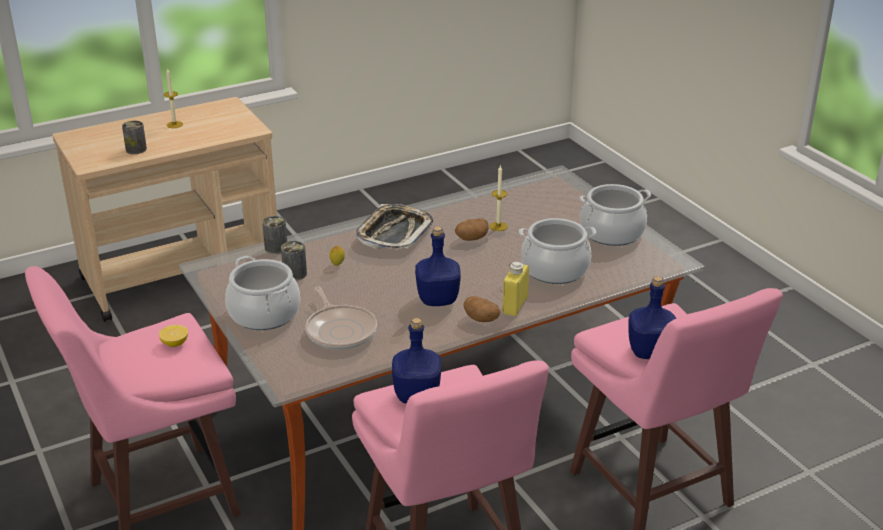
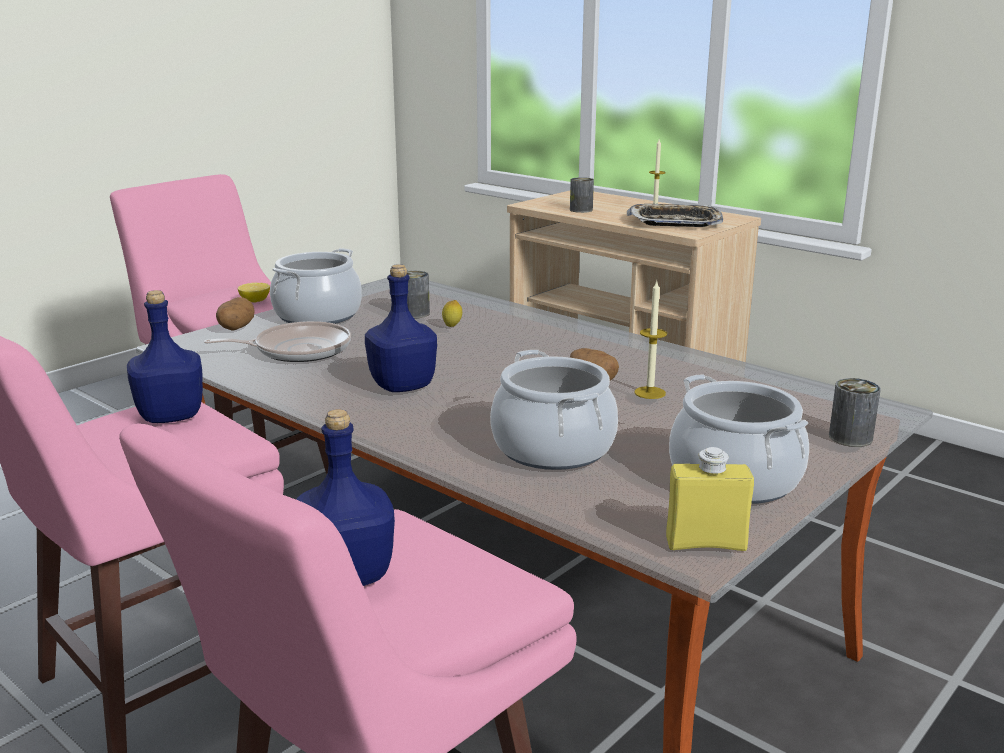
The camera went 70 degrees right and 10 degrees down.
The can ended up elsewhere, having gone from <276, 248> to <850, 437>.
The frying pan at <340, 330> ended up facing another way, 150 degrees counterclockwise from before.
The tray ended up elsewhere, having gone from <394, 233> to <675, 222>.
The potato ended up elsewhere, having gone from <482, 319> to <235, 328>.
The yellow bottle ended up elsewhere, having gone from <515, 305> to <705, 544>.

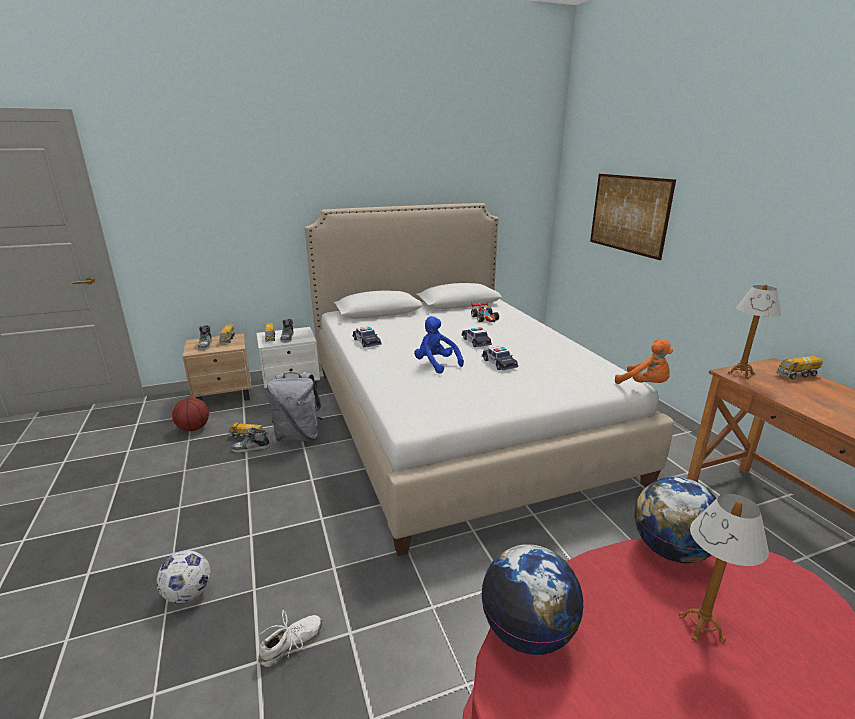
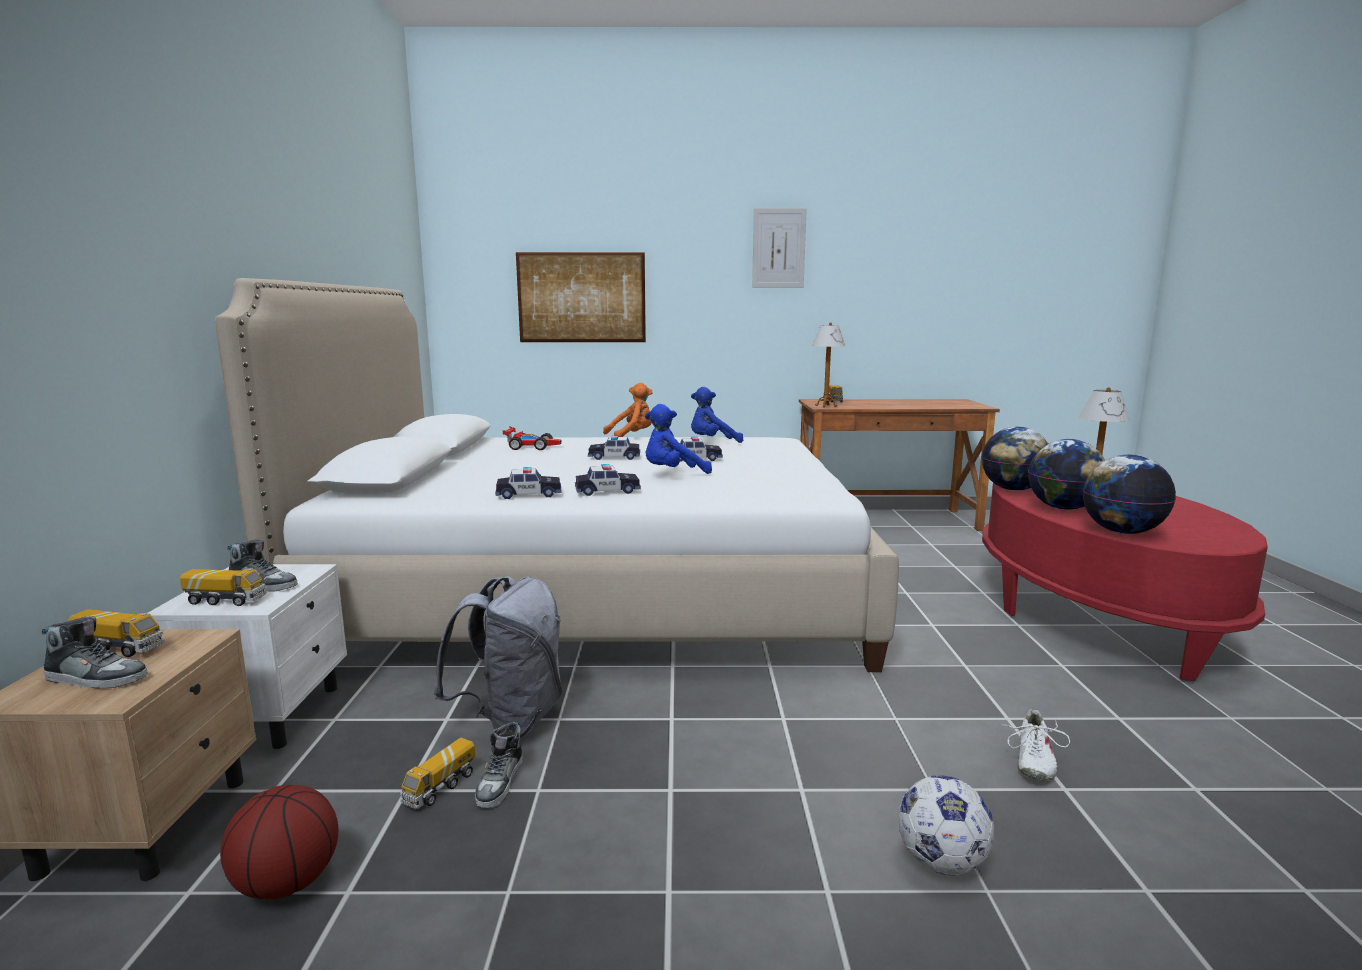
The camera went 70 degrees left and 10 degrees down.
The white shoe at <291, 644> ended up facing another way, 135 degrees counterclockwise from before.
The orange plush toy ended up elsewhere, having gone from <645, 385> to <632, 436>.
The second view gained the toy car at <607, 491>.
The second view gained the blue plush toy at <712, 442>.
The second view gained the picture at <778, 248>.
The second view gained the globe at <1063, 508>.

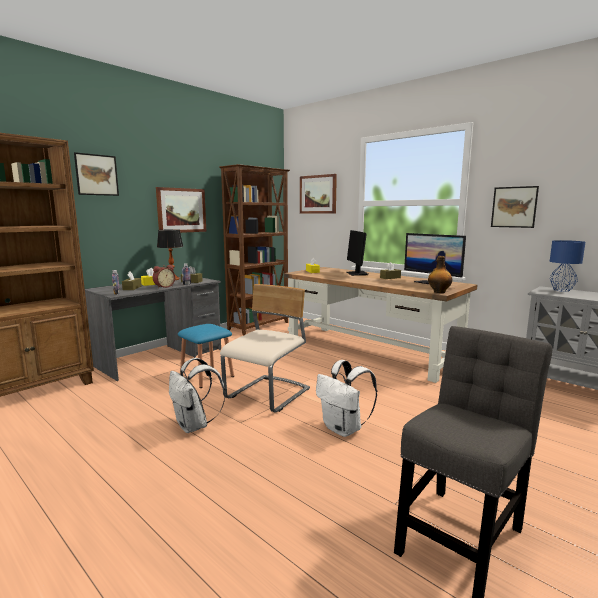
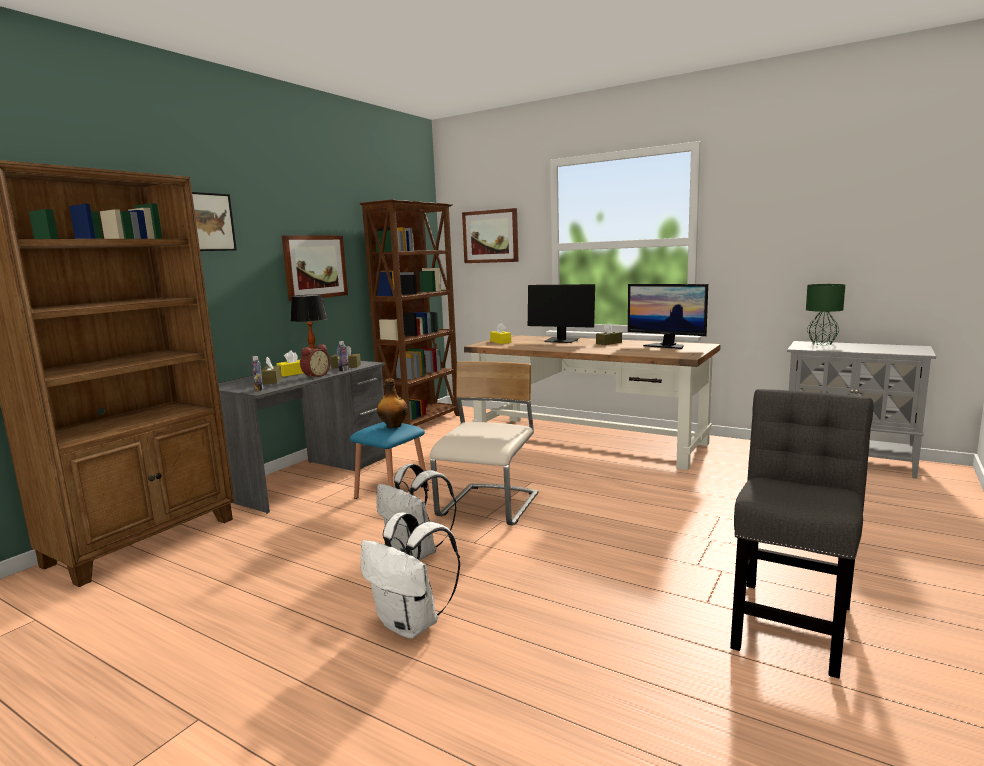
The camera went 10 degrees left and 0 degrees up.
The white backpack ended up elsewhere, having gone from <344, 429> to <412, 624>.
The monitor at <357, 273> ended up facing another way, 45 degrees counterclockwise from before.
The bottle ended up elsewhere, having gone from <439, 292> to <393, 426>.
The second view lost the picture at <514, 207>.
What was the blue table lamp at <562, 290> turned into the green table lamp at <822, 344>.

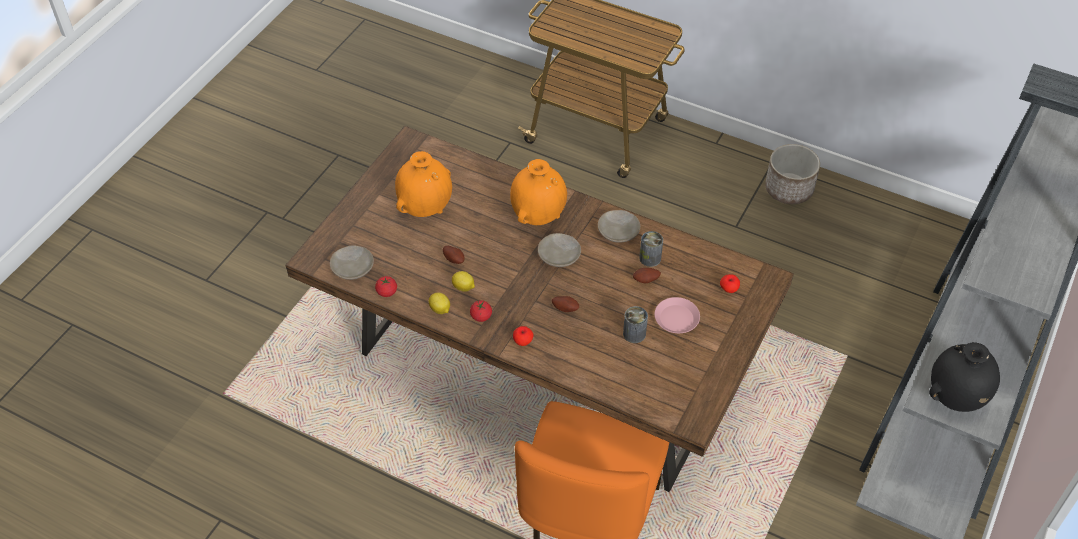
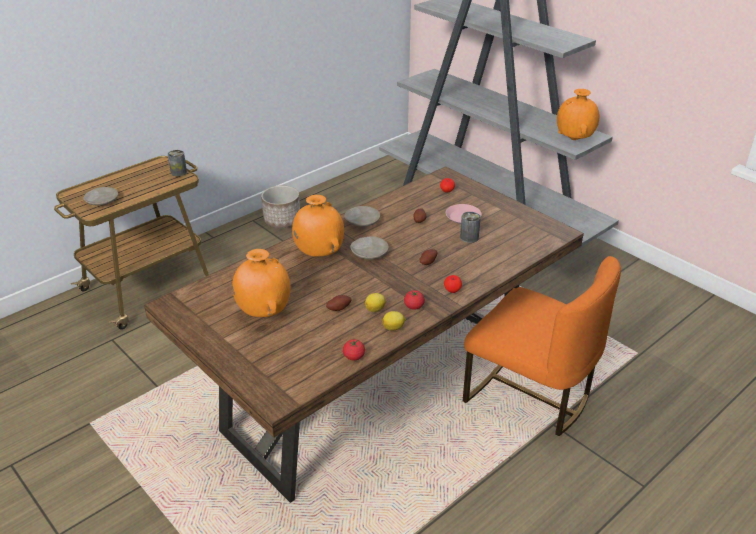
The camera went 70 degrees left and 15 degrees down.
The beige plate ended up elsewhere, having gone from <353, 267> to <102, 201>.
The can ended up elsewhere, having gone from <650, 258> to <178, 172>.
What was the black vase at <955, 398> turned into the orange vase at <574, 139>.

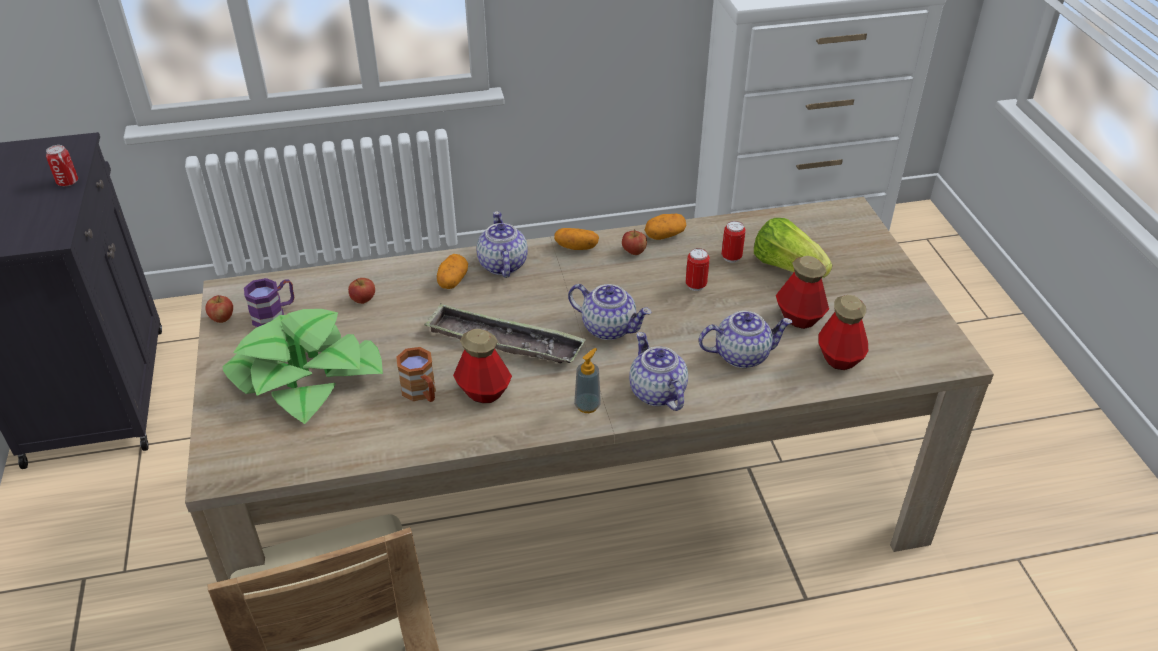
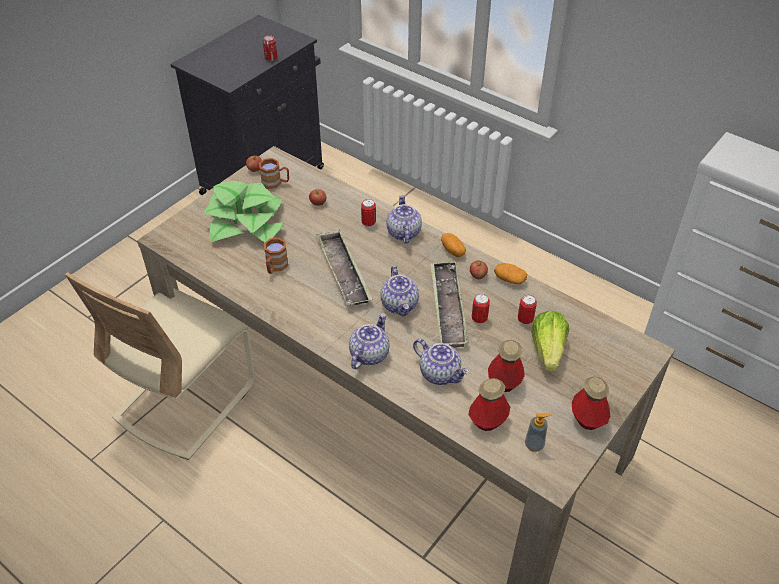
The camera went 50 degrees right and 5 degrees up.
What was the purple mug at <274, 314> turned into the brown mug at <275, 183>.
Where the potato stood at <452, 280>, the can came to stand at <368, 223>.
The bottle ended up elsewhere, having gone from <483, 391> to <588, 419>.
The teapot at <502, 264> ended up facing another way, 45 degrees counterclockwise from before.
The soap dispenser ended up elsewhere, having gone from <587, 405> to <534, 444>.
The second view gained the tray at <448, 308>.

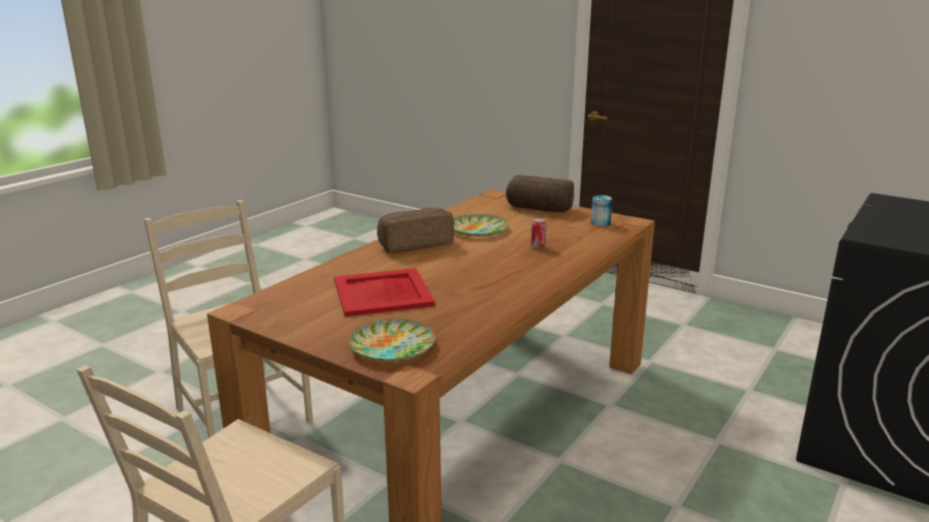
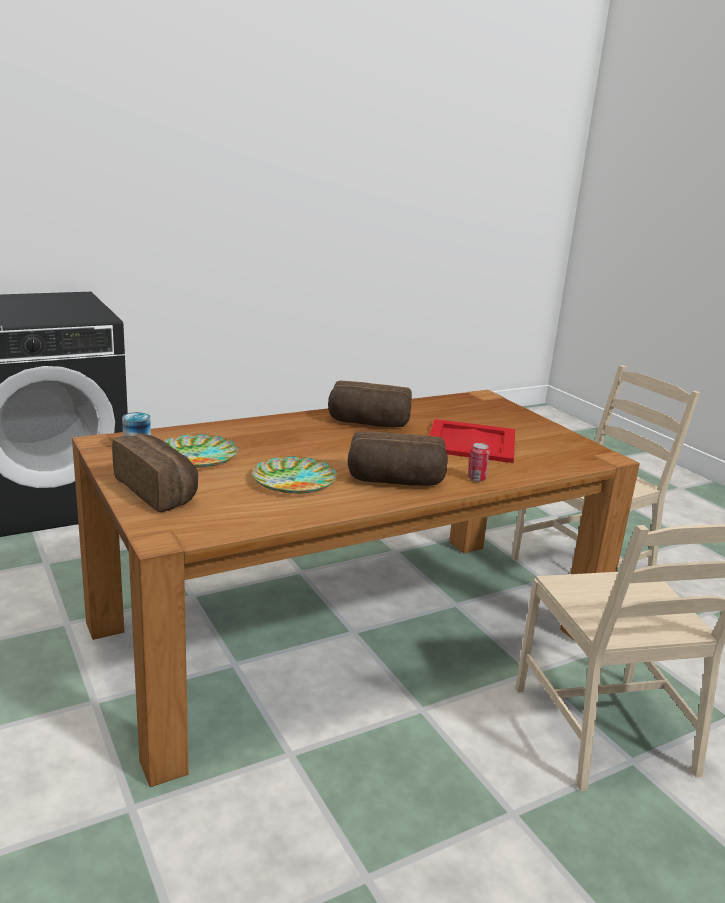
The camera went 155 degrees left and 0 degrees up.
The plate ended up elsewhere, having gone from <393, 346> to <197, 456>.
The can ended up elsewhere, having gone from <538, 246> to <476, 479>.
The second view gained the bread at <368, 423>.

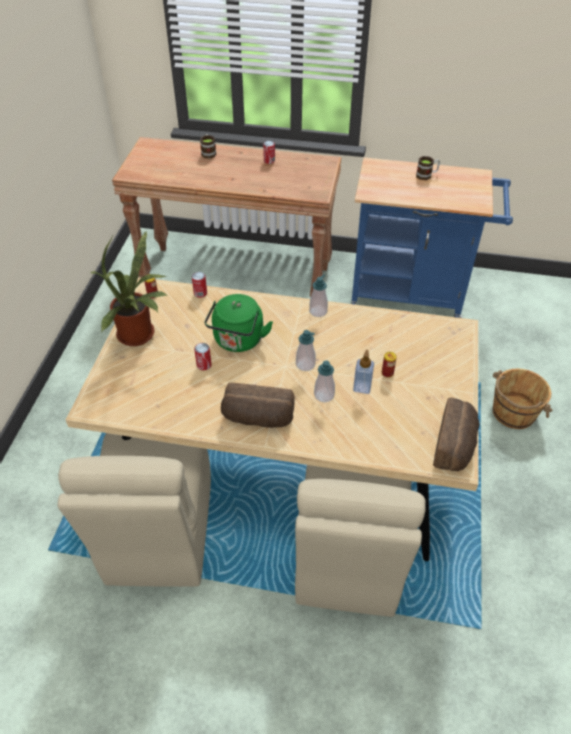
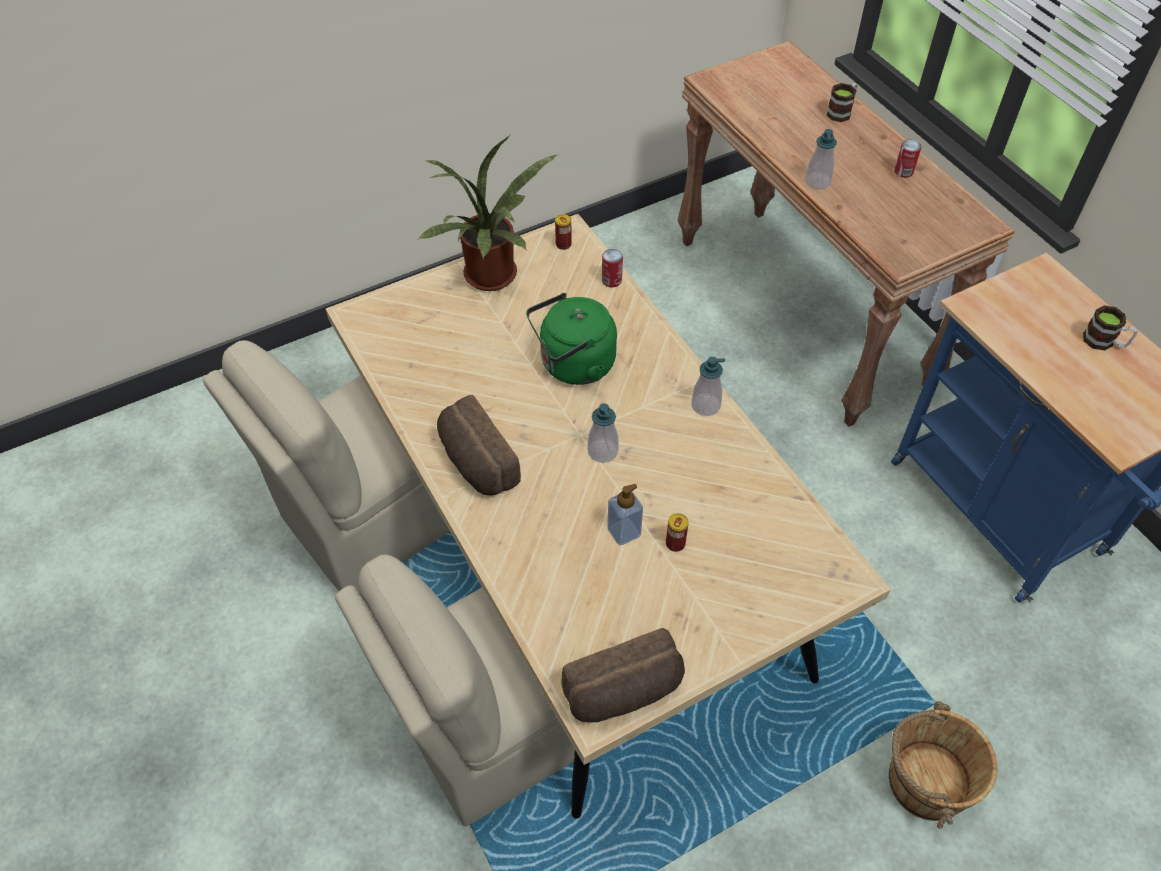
The camera went 50 degrees right and 5 degrees up.
The second view lost the can at <204, 365>.
The soap dispenser ended up elsewhere, having gone from <324, 395> to <817, 181>.

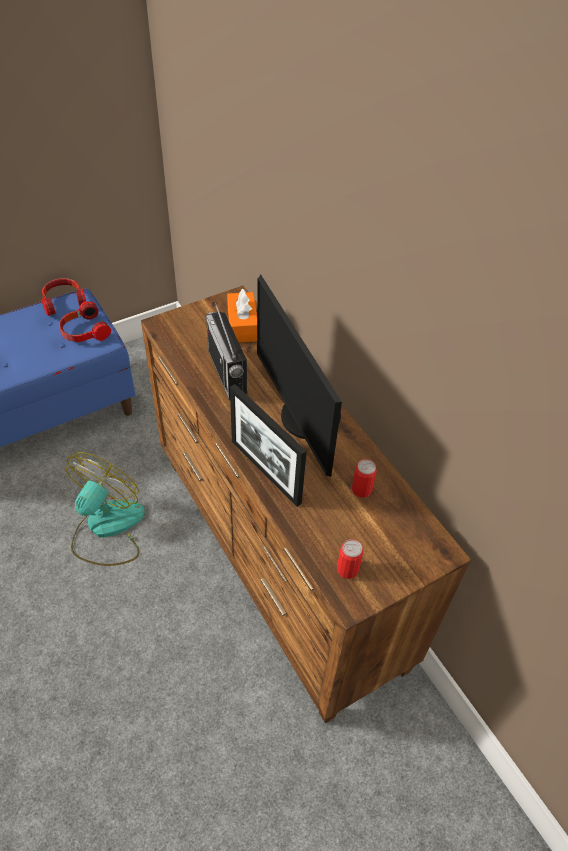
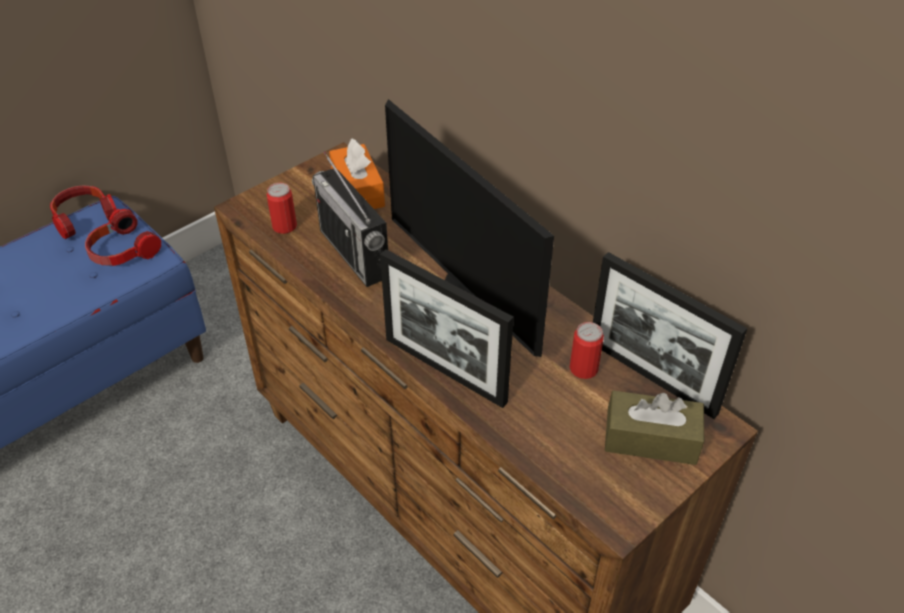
The camera went 10 degrees left and 5 degrees down.
The second view lost the fan at <107, 528>.
The can ended up elsewhere, having gone from <347, 569> to <284, 226>.
The second view gained the picture frame at <651, 377>.
The second view gained the brown tissue box at <650, 439>.

